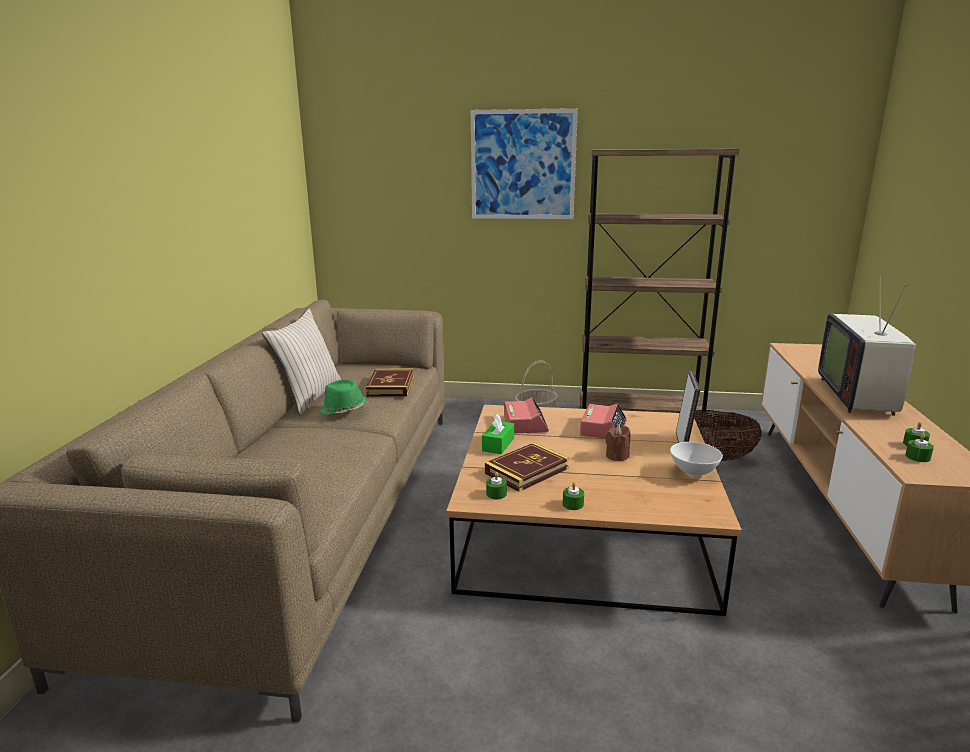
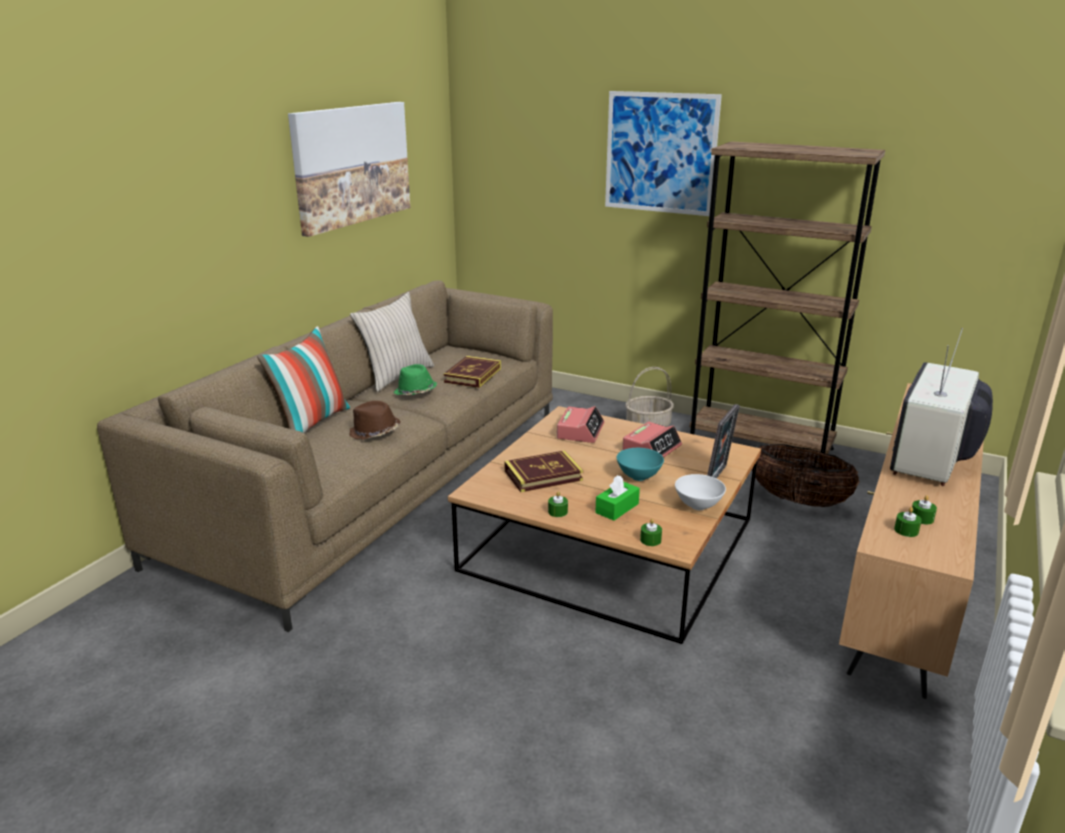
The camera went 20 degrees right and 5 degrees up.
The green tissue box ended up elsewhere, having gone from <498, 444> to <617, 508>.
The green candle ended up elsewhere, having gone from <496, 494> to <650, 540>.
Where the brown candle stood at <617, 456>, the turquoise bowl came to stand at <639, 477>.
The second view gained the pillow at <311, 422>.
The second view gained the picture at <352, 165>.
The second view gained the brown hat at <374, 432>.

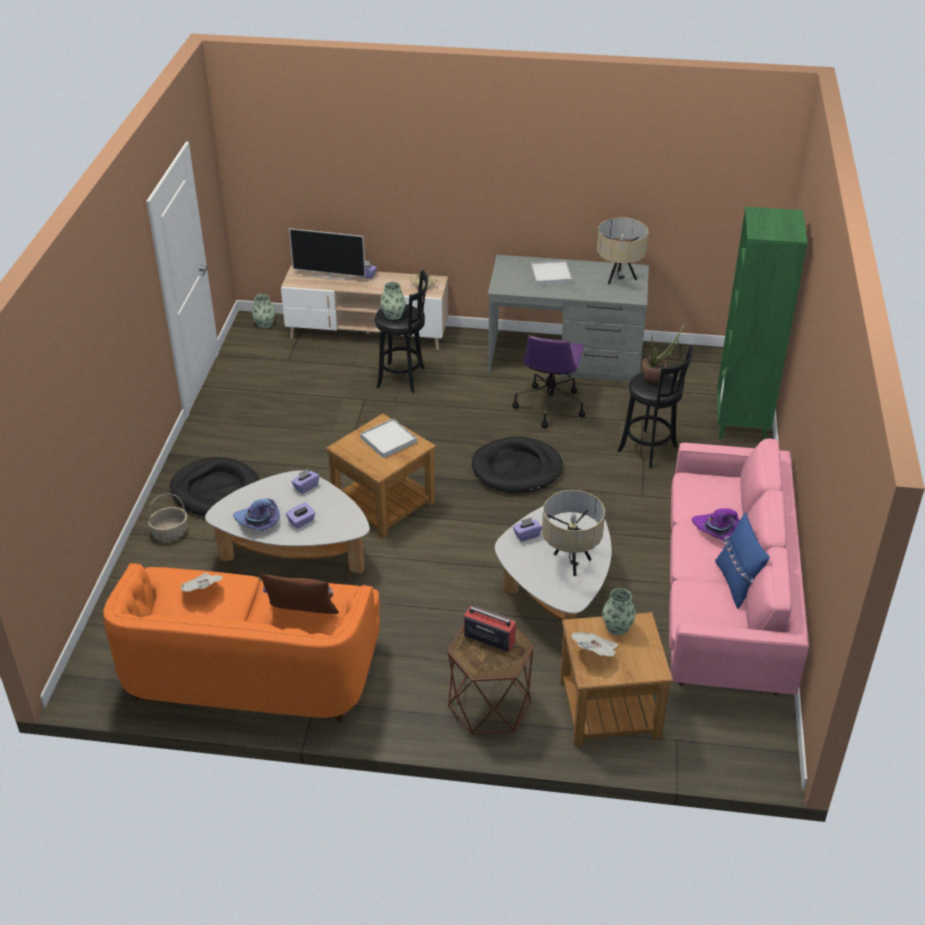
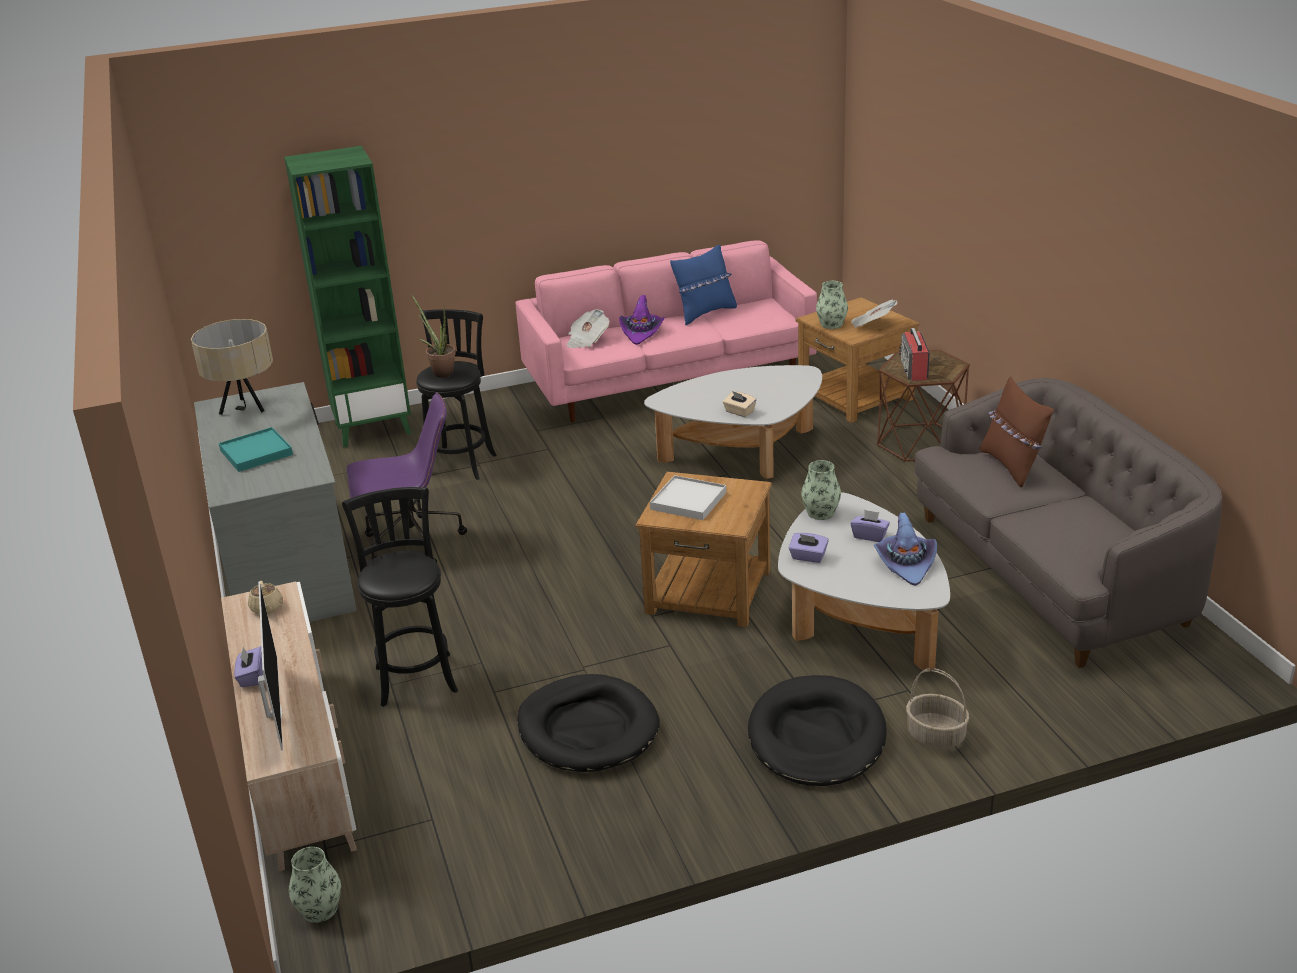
The camera went 115 degrees left and 10 degrees down.
What was the orange sofa at <250, 670> turned into the grey sofa at <1053, 573>.
The newspaper ended up elsewhere, having gone from <203, 590> to <587, 341>.
The vase ended up elsewhere, having gone from <393, 315> to <821, 513>.
The black dog bed ended up elsewhere, having gone from <517, 469> to <588, 729>.
What was the purple tissue box at <526, 535> turned into the beige tissue box at <739, 412>.
What was the white tray at <551, 275> turned into the turquoise tray at <256, 452>.
The second view lost the beige table lamp at <570, 561>.

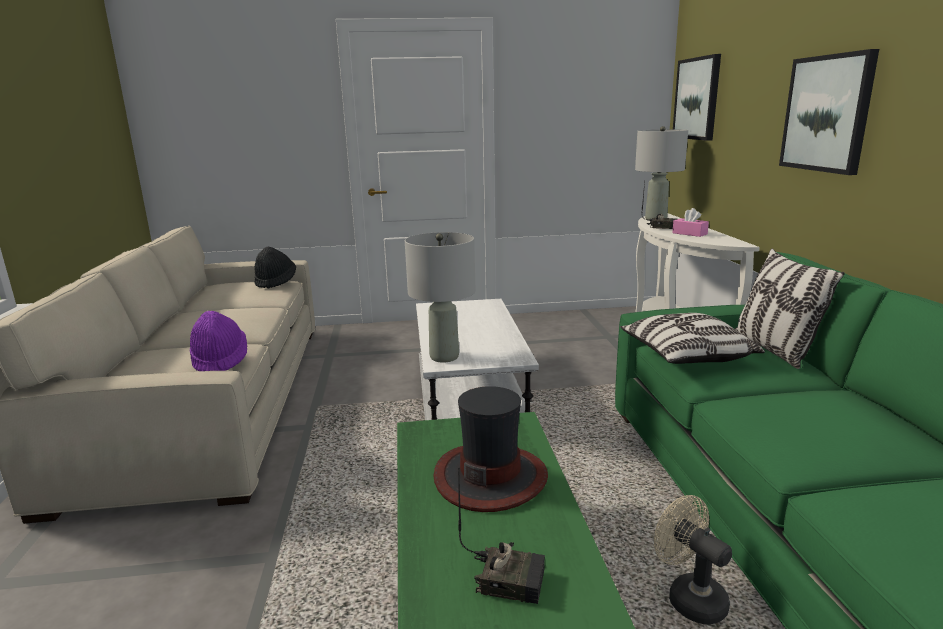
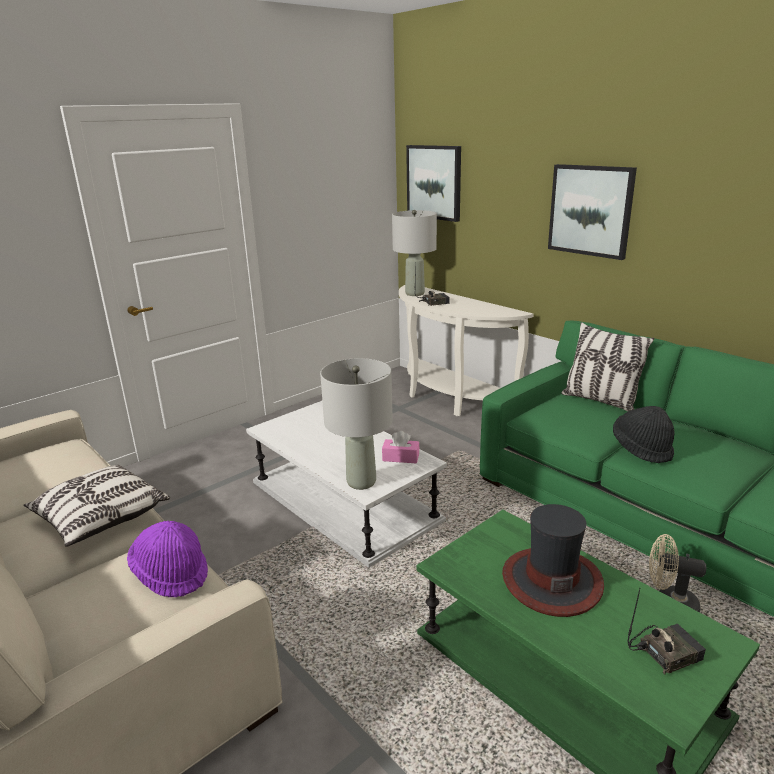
The camera went 35 degrees left and 5 degrees up.
The black hat ended up elsewhere, having gone from <276, 282> to <642, 449>.
The pillow ended up elsewhere, having gone from <685, 356> to <100, 518>.
The pink tissue box ended up elsewhere, having gone from <689, 233> to <400, 457>.

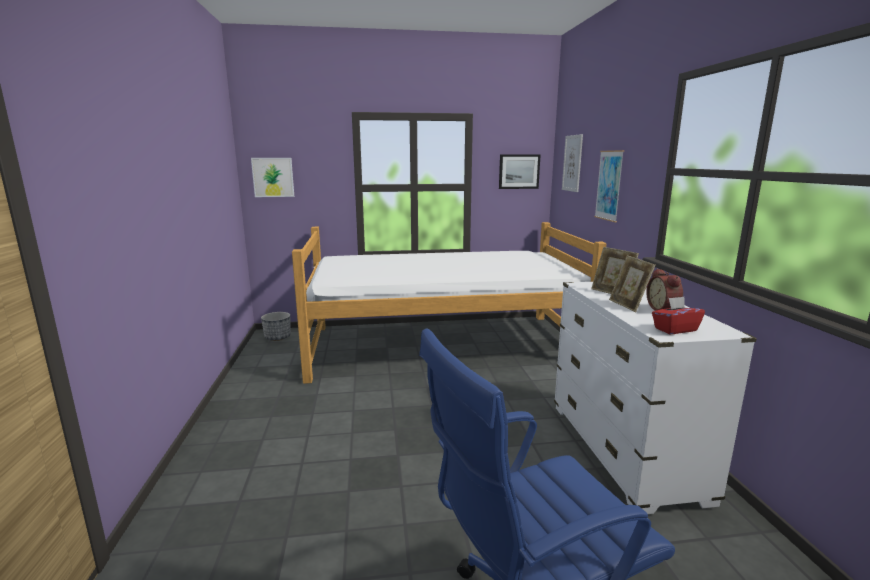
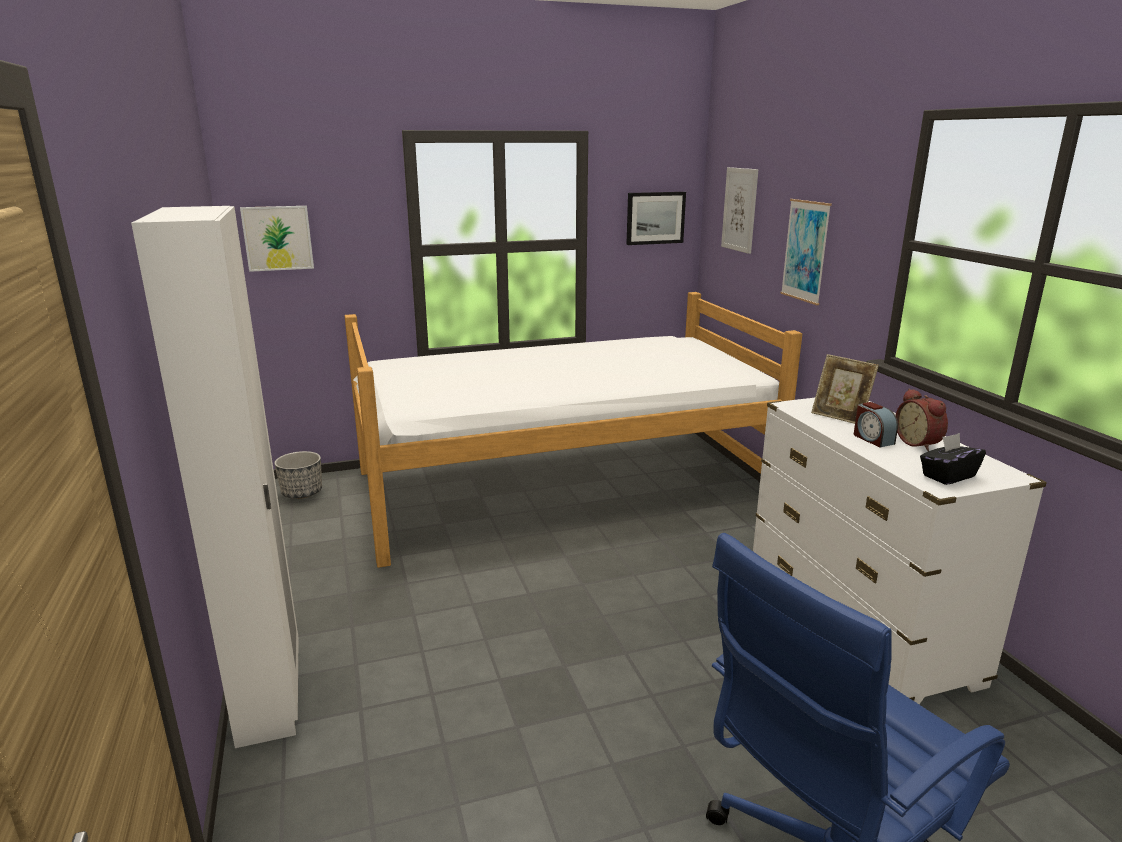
The camera went 10 degrees left and 5 degrees up.
Where the picture frame stood at <628, 305>, the alarm clock came to stand at <872, 439>.
What was the red tissue box at <675, 329> turned into the black tissue box at <948, 476>.
The second view gained the white wardrobe at <271, 694>.

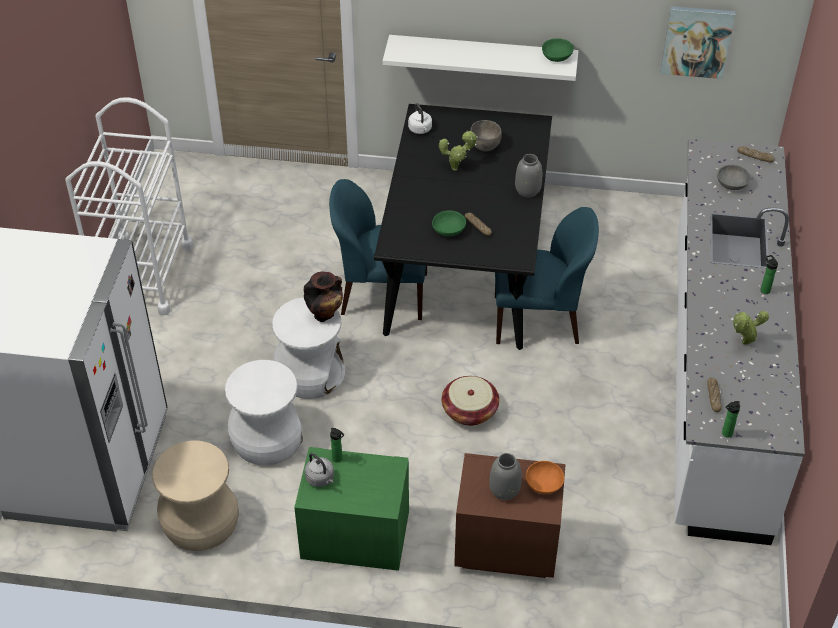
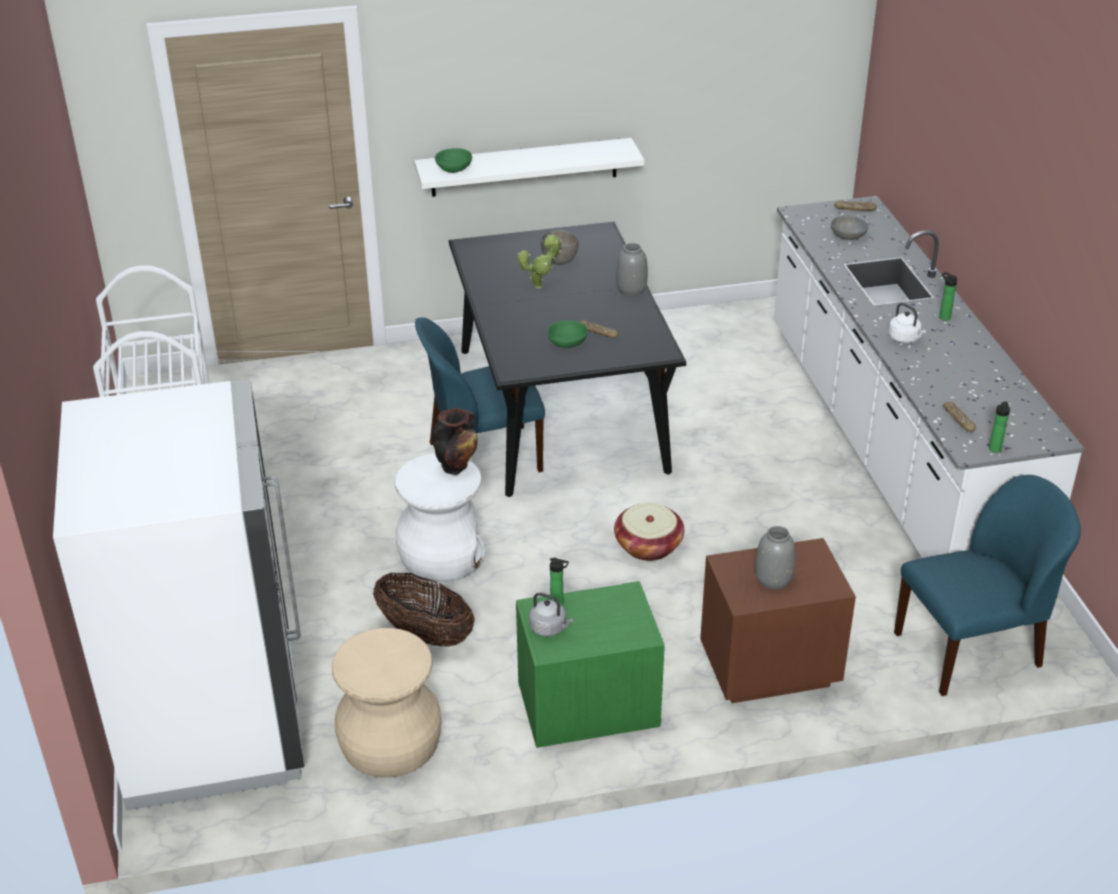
The camera went 20 degrees left and 10 degrees down.
Where the white stool stood at <266, 438>, the basket came to stand at <425, 634>.
The white kettle ended up elsewhere, having gone from <420, 130> to <905, 339>.
The blue chair ended up elsewhere, having gone from <538, 320> to <970, 649>.
The second view lost the orange bowl at <544, 484>.
The green bowl ended up elsewhere, having gone from <556, 57> to <453, 168>.
The second view lost the picture at <697, 41>.
The second view lost the potted plant at <743, 344>.

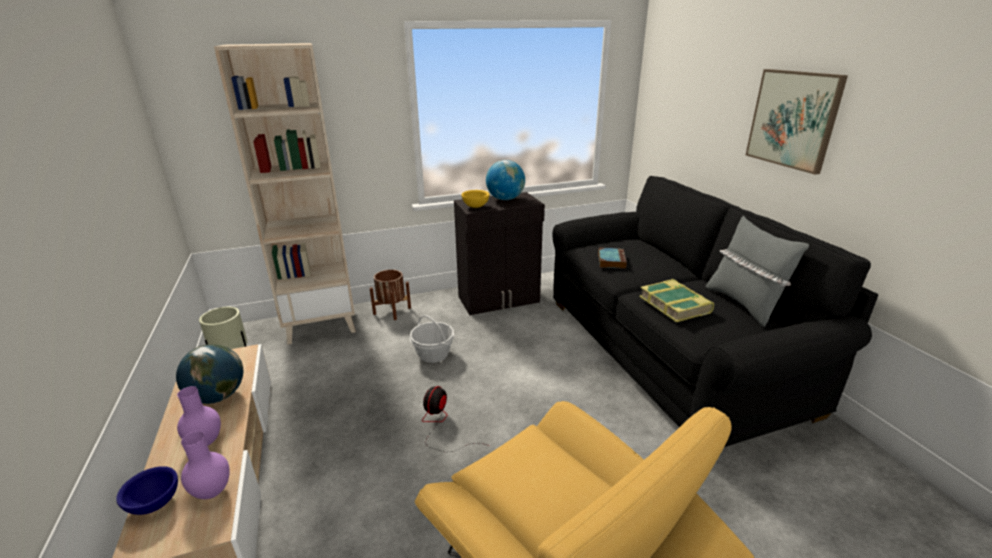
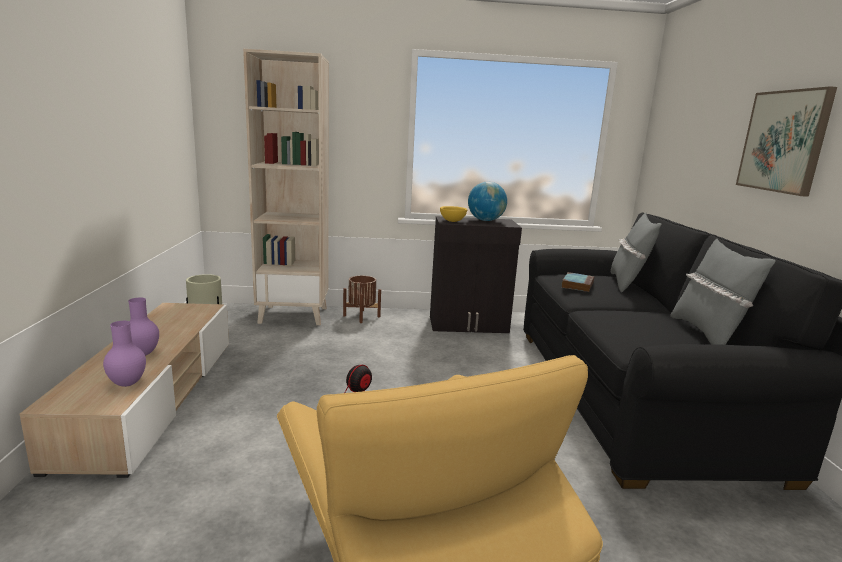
The camera went 15 degrees right and 10 degrees down.
The second view lost the blue bowl at <155, 504>.
The second view lost the globe at <218, 397>.
The second view lost the basket at <433, 354>.
The second view lost the book at <675, 305>.
The second view gained the grey pillow at <627, 283>.

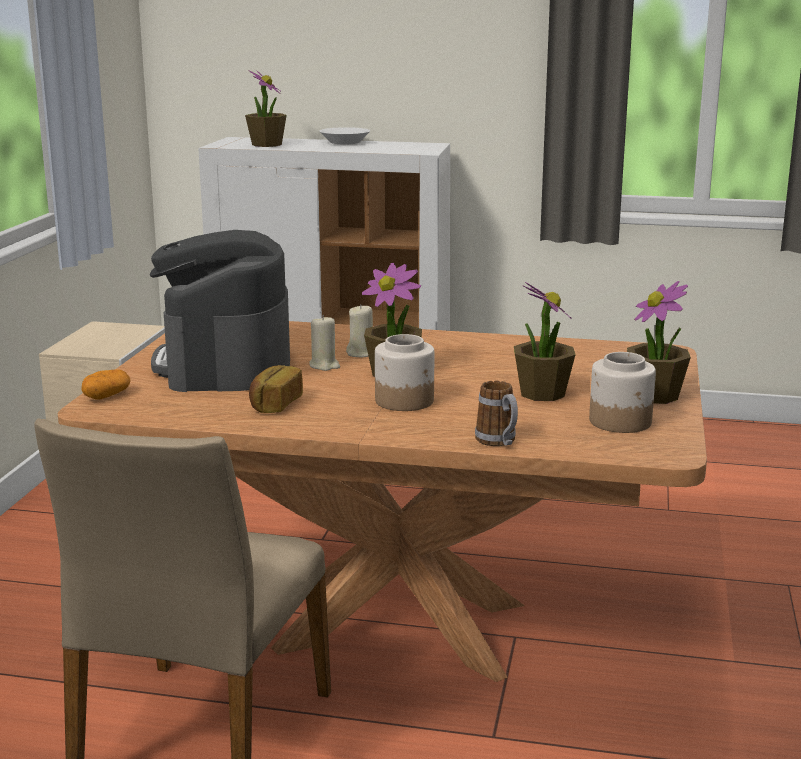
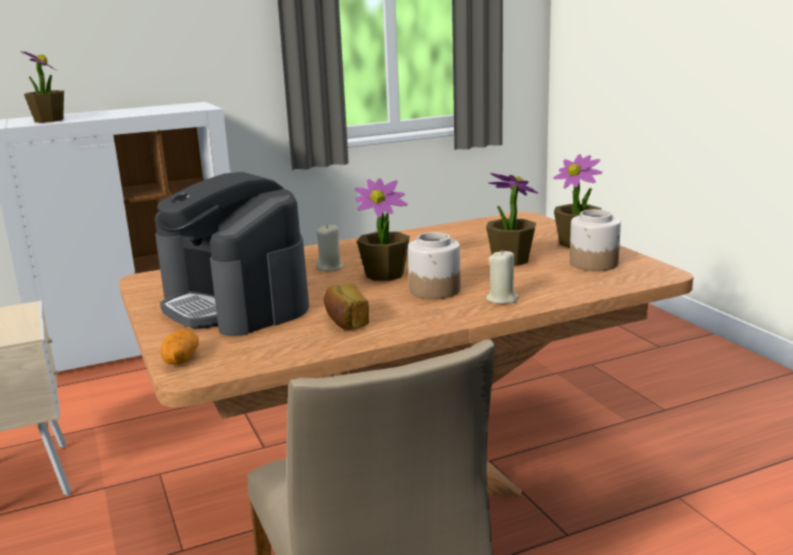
The camera went 35 degrees left and 0 degrees up.
The beige candle ended up elsewhere, having gone from <324, 366> to <502, 299>.
The second view lost the white bowl at <344, 142>.
The second view lost the mug at <499, 442>.

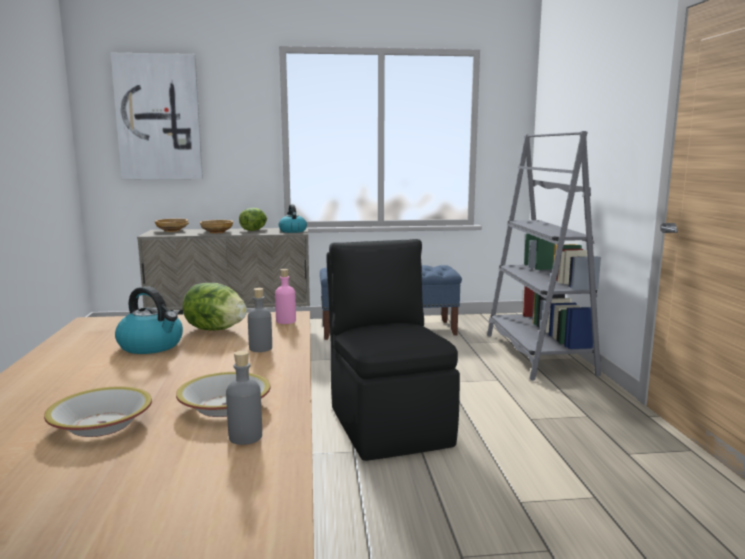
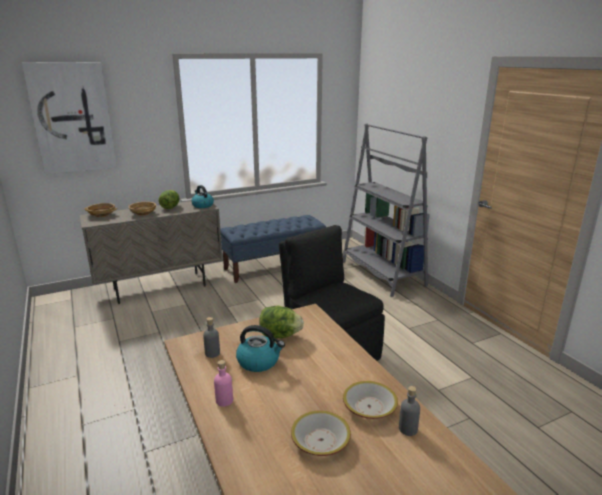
The camera went 20 degrees left and 10 degrees up.
The grey bottle ended up elsewhere, having gone from <260, 348> to <212, 353>.
The pink bottle ended up elsewhere, having gone from <286, 321> to <224, 400>.

